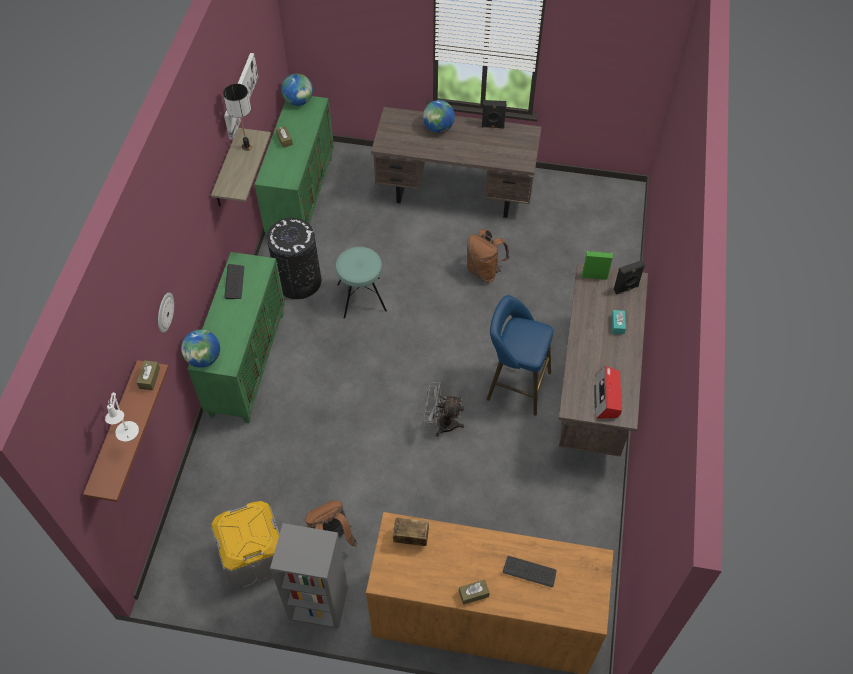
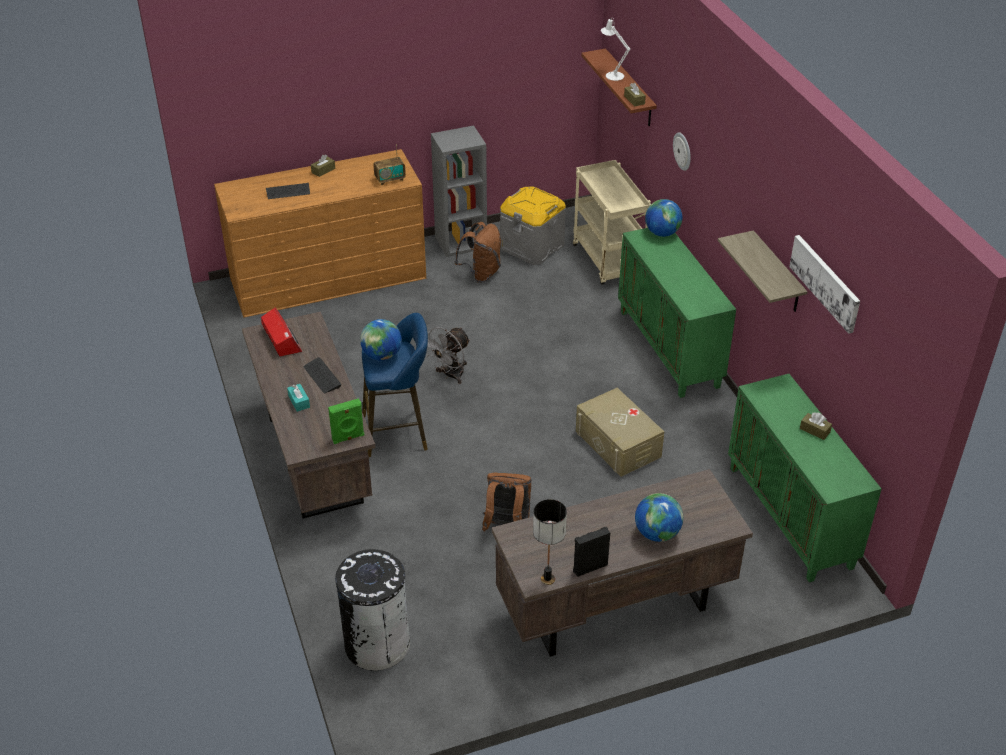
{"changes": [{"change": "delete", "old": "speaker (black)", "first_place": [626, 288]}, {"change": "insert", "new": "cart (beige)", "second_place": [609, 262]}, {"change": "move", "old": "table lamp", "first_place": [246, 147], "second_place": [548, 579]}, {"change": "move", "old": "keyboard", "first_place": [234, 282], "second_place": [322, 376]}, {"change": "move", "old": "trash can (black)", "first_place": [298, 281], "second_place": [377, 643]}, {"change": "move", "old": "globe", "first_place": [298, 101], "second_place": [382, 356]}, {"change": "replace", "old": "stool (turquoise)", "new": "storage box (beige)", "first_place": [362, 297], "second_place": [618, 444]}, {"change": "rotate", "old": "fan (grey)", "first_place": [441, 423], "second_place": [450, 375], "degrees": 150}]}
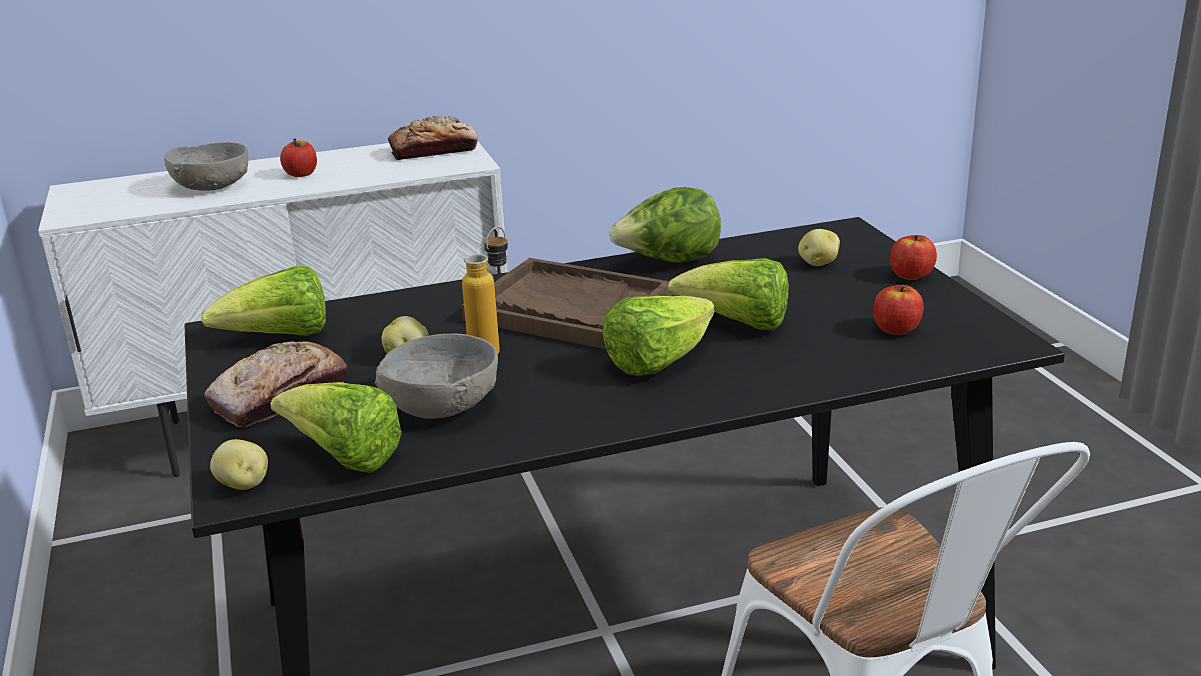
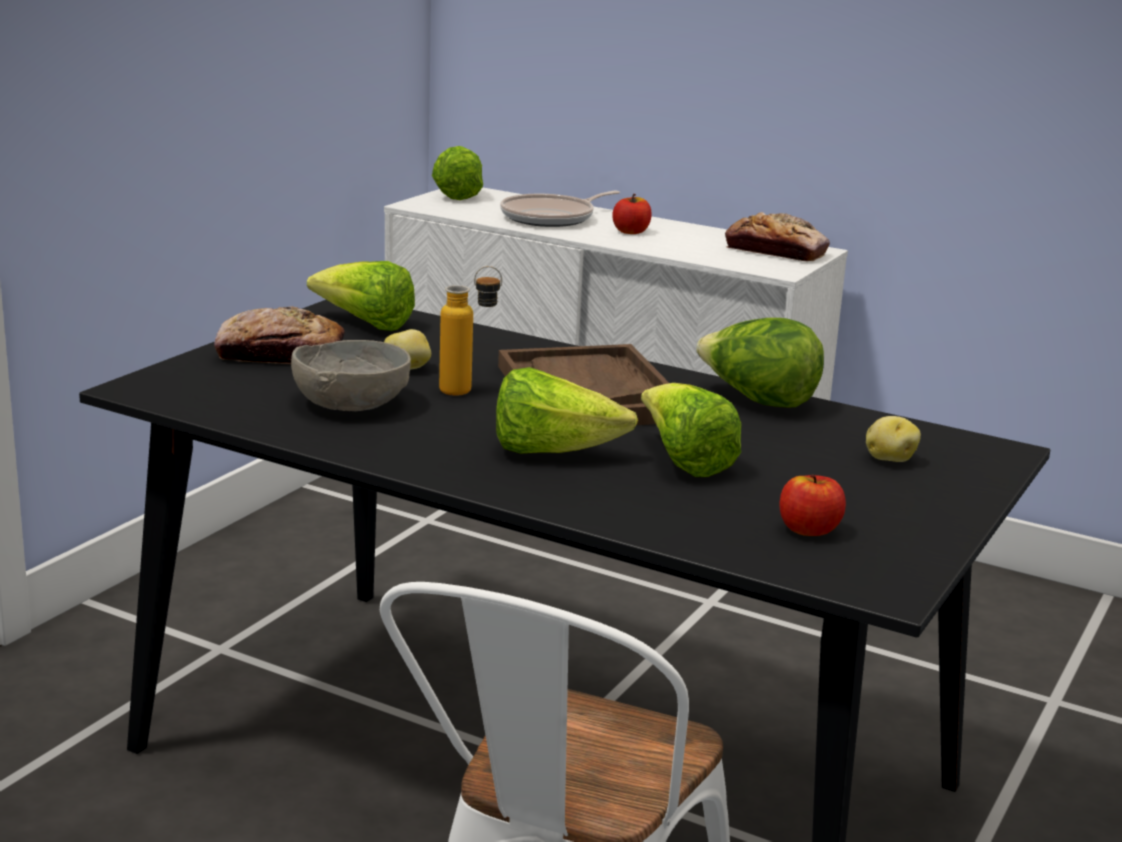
{"changes": [{"change": "delete", "old": "potato", "first_place": [243, 485]}, {"change": "delete", "old": "apple", "first_place": [911, 275]}, {"change": "move", "old": "lettuce", "first_place": [344, 458], "second_place": [455, 195]}, {"change": "replace", "old": "bowl (grey)", "new": "frying pan", "first_place": [212, 186], "second_place": [552, 218]}]}
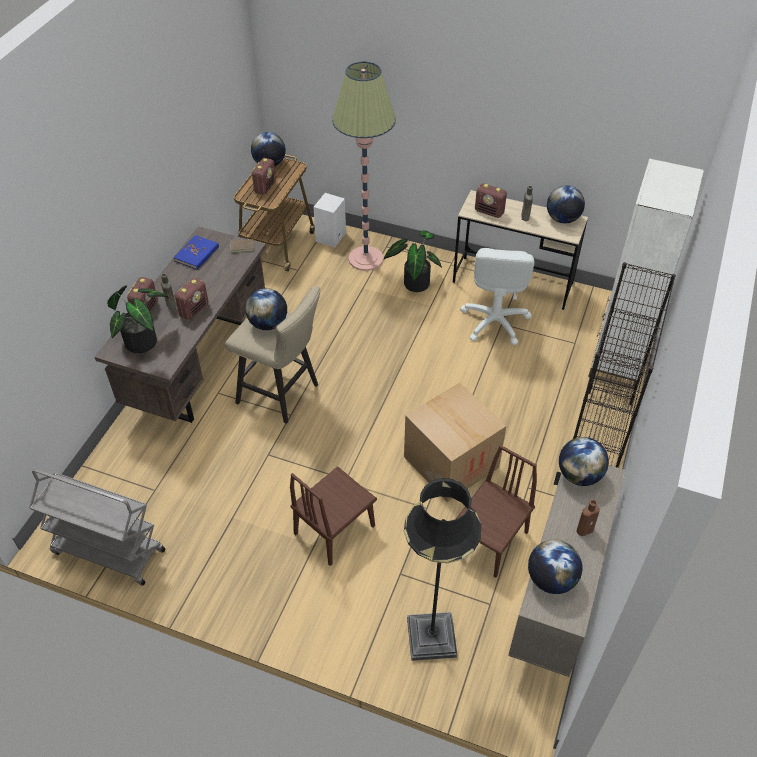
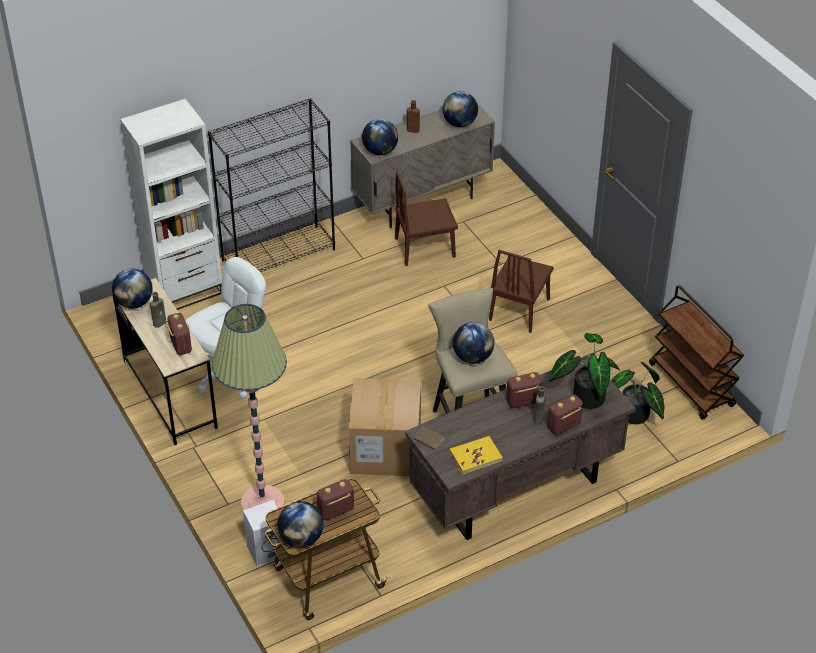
{"changes": [{"change": "delete", "old": "floor lamp (black)", "first_place": [431, 637]}, {"change": "move", "old": "potted plant", "first_place": [414, 282], "second_place": [634, 417]}, {"change": "move", "old": "cardboard box", "first_place": [451, 462], "second_place": [385, 449]}, {"change": "recolor", "old": "cart (grey)", "new": "cart (brown)", "first_place": [107, 551], "second_place": [692, 385]}, {"change": "recolor", "old": "book (blue)", "new": "book (yellow)", "first_place": [197, 254], "second_place": [475, 456]}, {"change": "rotate", "old": "chair (brown)", "first_place": [334, 529], "second_place": [519, 309], "degrees": 120}]}
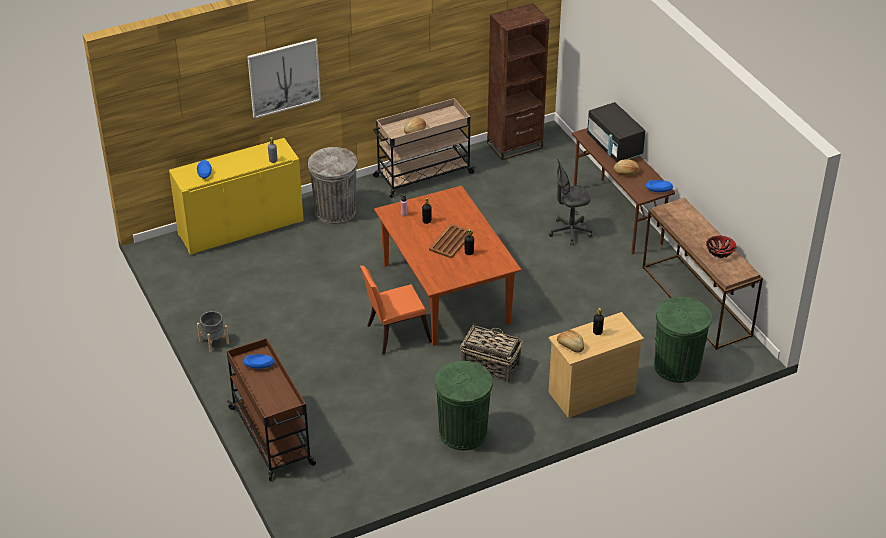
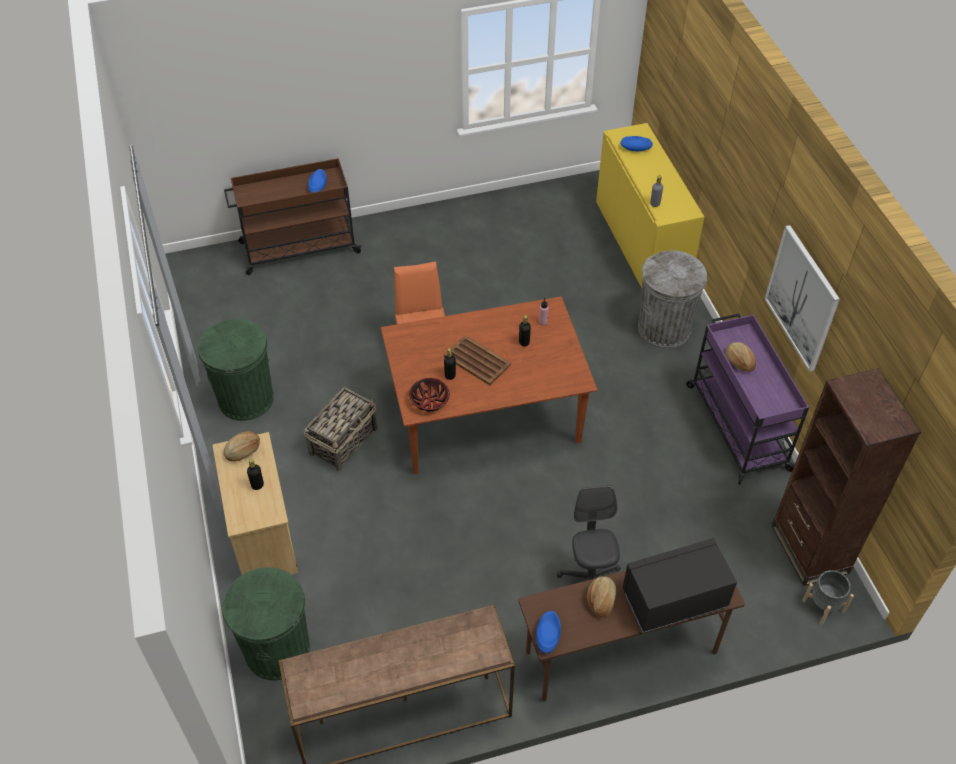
{"changes": [{"change": "move", "old": "planter (grey)", "first_place": [214, 342], "second_place": [823, 606]}, {"change": "move", "old": "picture", "first_place": [284, 77], "second_place": [802, 298]}, {"change": "move", "old": "bowl", "first_place": [720, 251], "second_place": [430, 401]}, {"change": "recolor", "old": "cart (beige)", "new": "cart (purple)", "first_place": [422, 175], "second_place": [737, 426]}]}
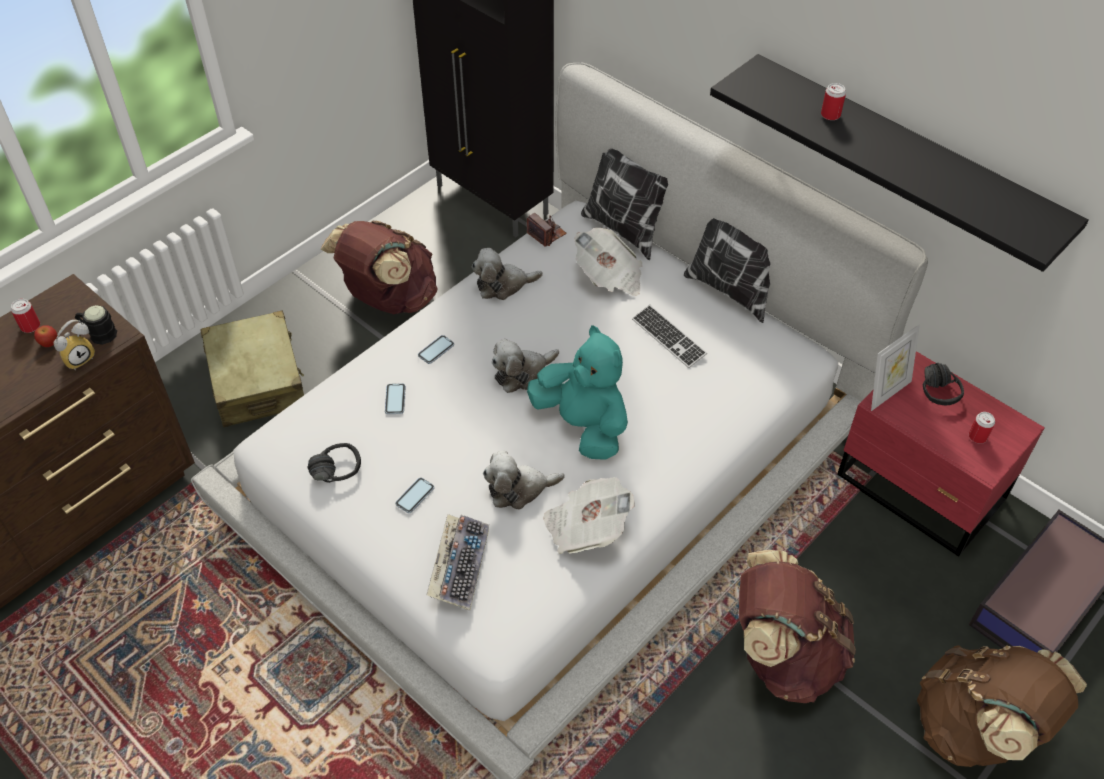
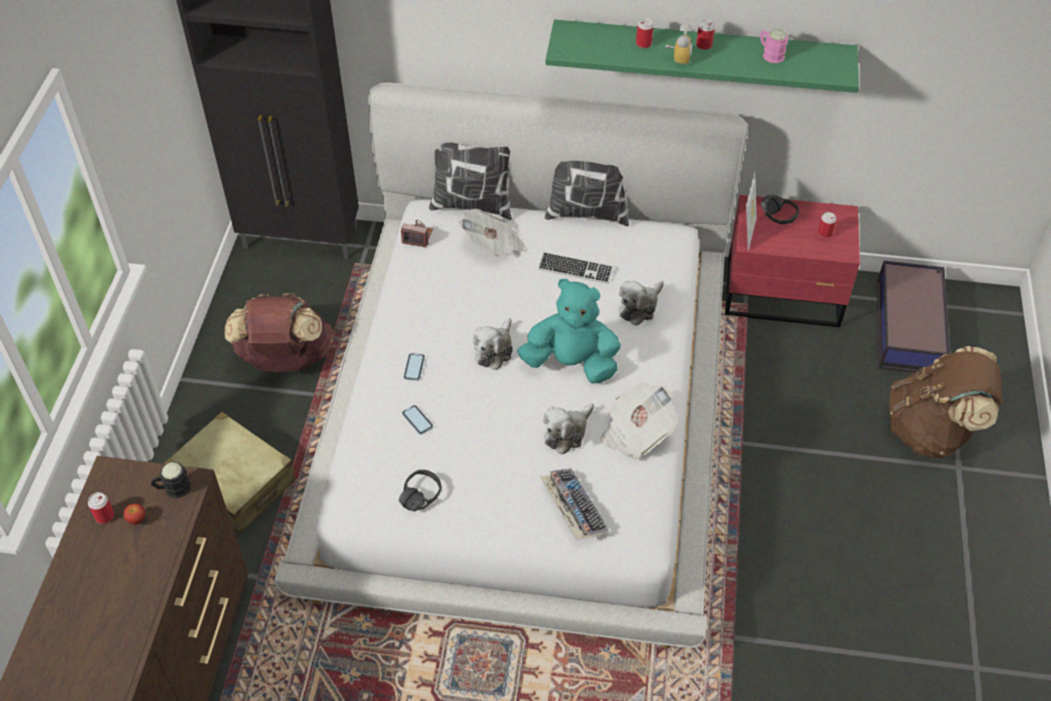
{"changes": [{"change": "delete", "old": "phone", "first_place": [415, 496]}, {"change": "delete", "old": "backpack (brown)", "first_place": [783, 655]}, {"change": "insert", "new": "can", "second_place": [704, 45]}, {"change": "insert", "new": "mug (pink)", "second_place": [770, 54]}, {"change": "move", "old": "alarm clock", "first_place": [79, 357], "second_place": [677, 58]}, {"change": "move", "old": "plush toy", "first_place": [503, 285], "second_place": [639, 307]}, {"change": "recolor", "old": "shelf (black)", "new": "shelf (green)", "first_place": [904, 156], "second_place": [701, 53]}]}
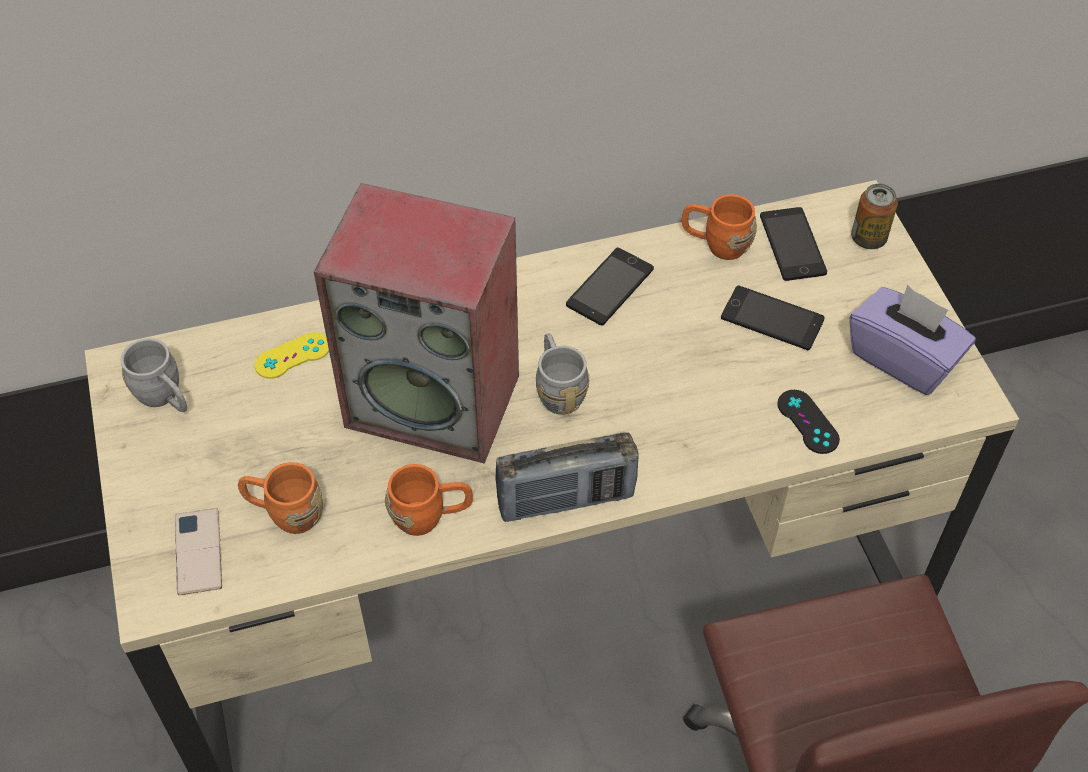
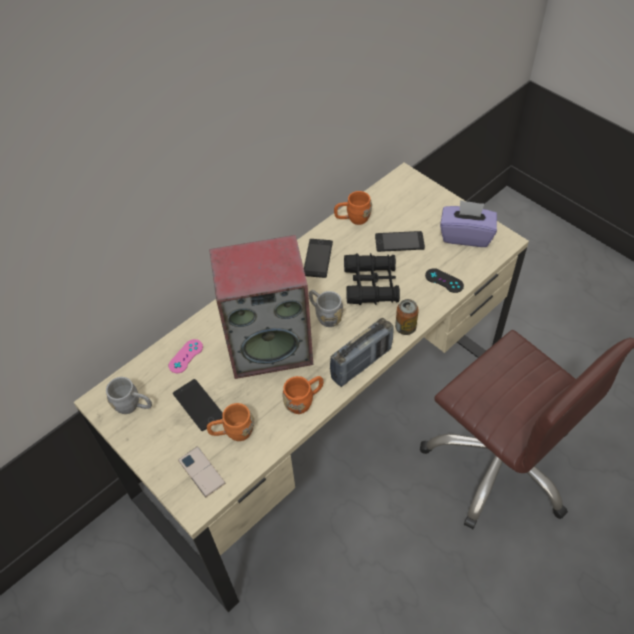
{"changes": [{"change": "insert", "new": "binoculars (black)", "second_place": [371, 284]}, {"change": "move", "old": "phone", "first_place": [792, 244], "second_place": [198, 405]}, {"change": "move", "old": "can", "first_place": [868, 238], "second_place": [405, 328]}, {"change": "recolor", "old": "game controller (yellow)", "new": "game controller (pink)", "first_place": [293, 356], "second_place": [186, 356]}]}
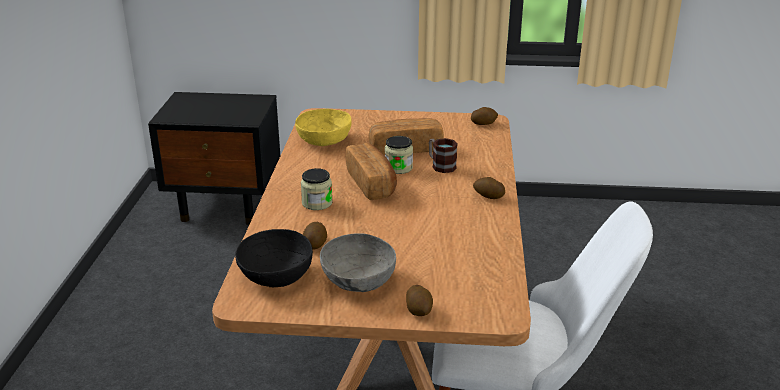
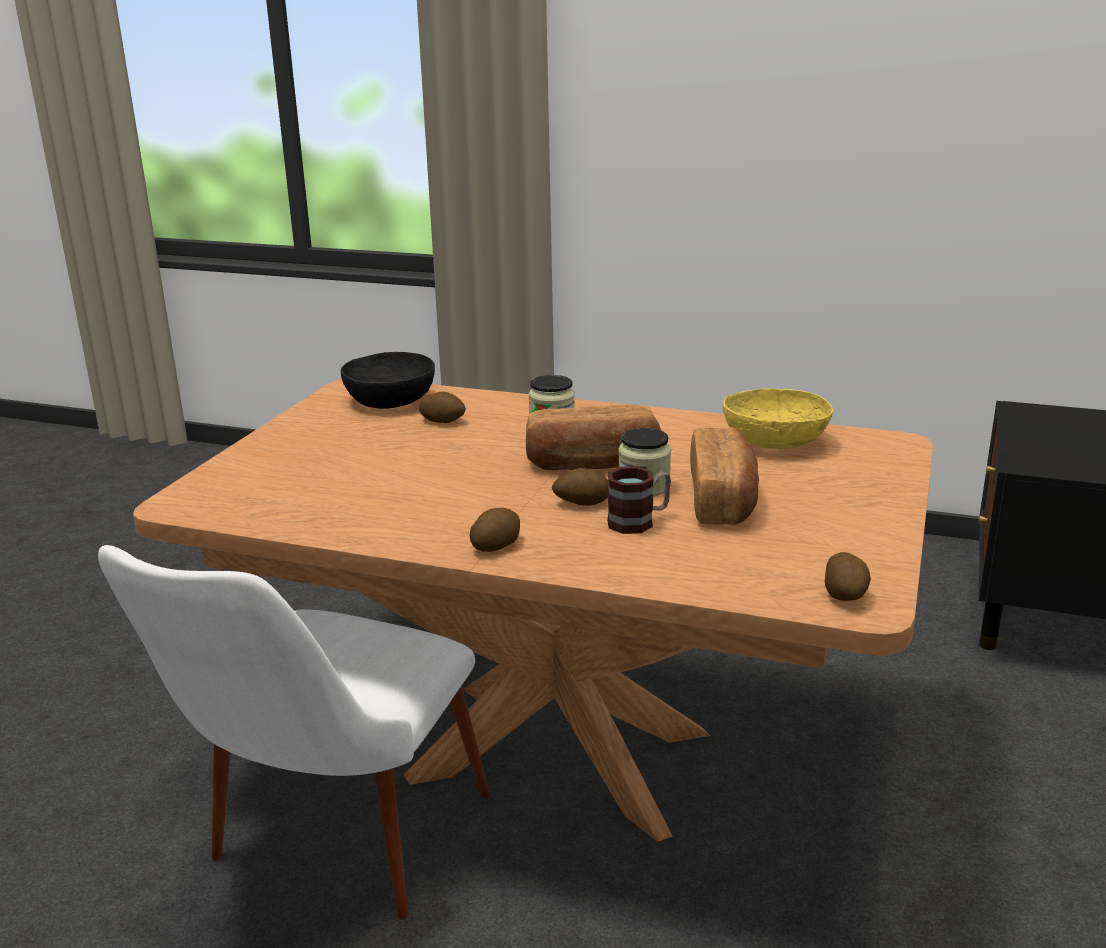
{"changes": [{"change": "delete", "old": "bowl (grey)", "first_place": [358, 280]}, {"change": "move", "old": "potato", "first_place": [419, 310], "second_place": [581, 503]}]}
